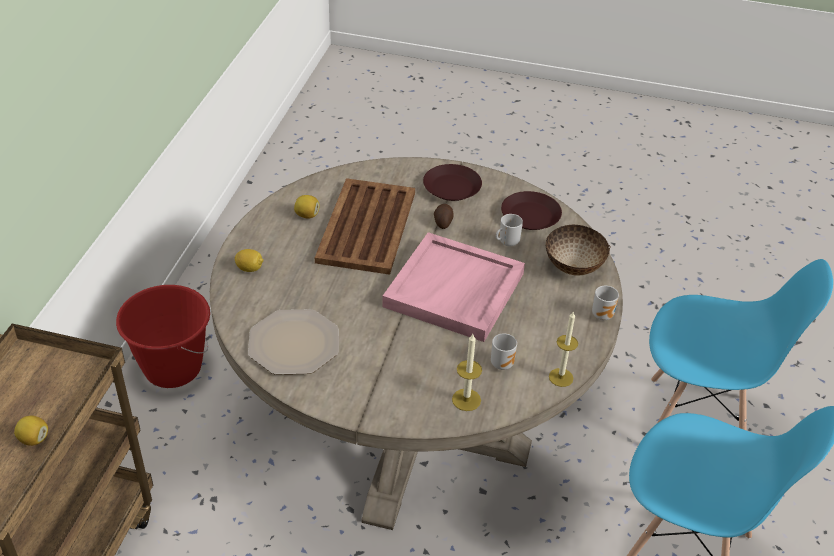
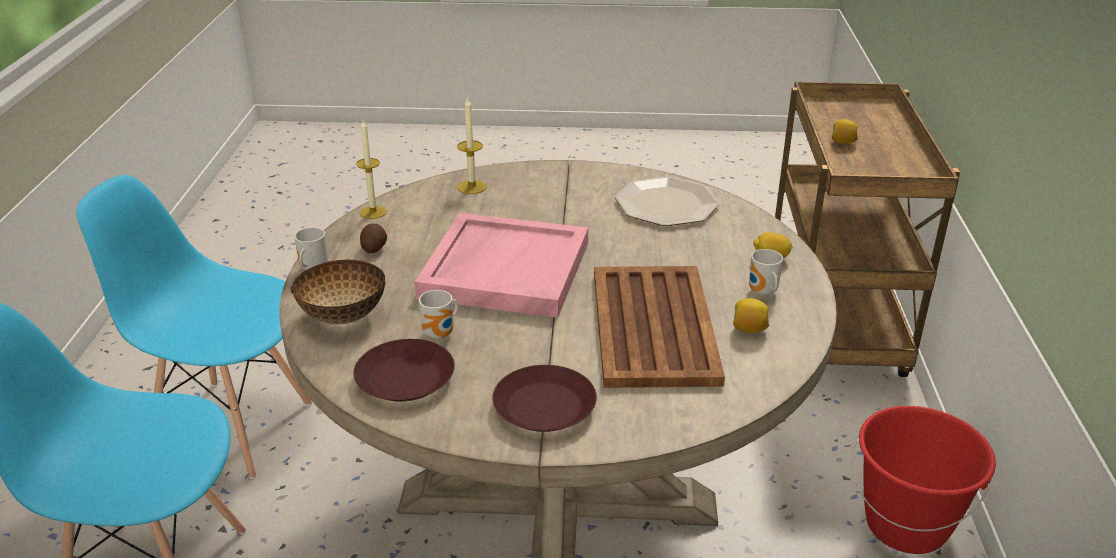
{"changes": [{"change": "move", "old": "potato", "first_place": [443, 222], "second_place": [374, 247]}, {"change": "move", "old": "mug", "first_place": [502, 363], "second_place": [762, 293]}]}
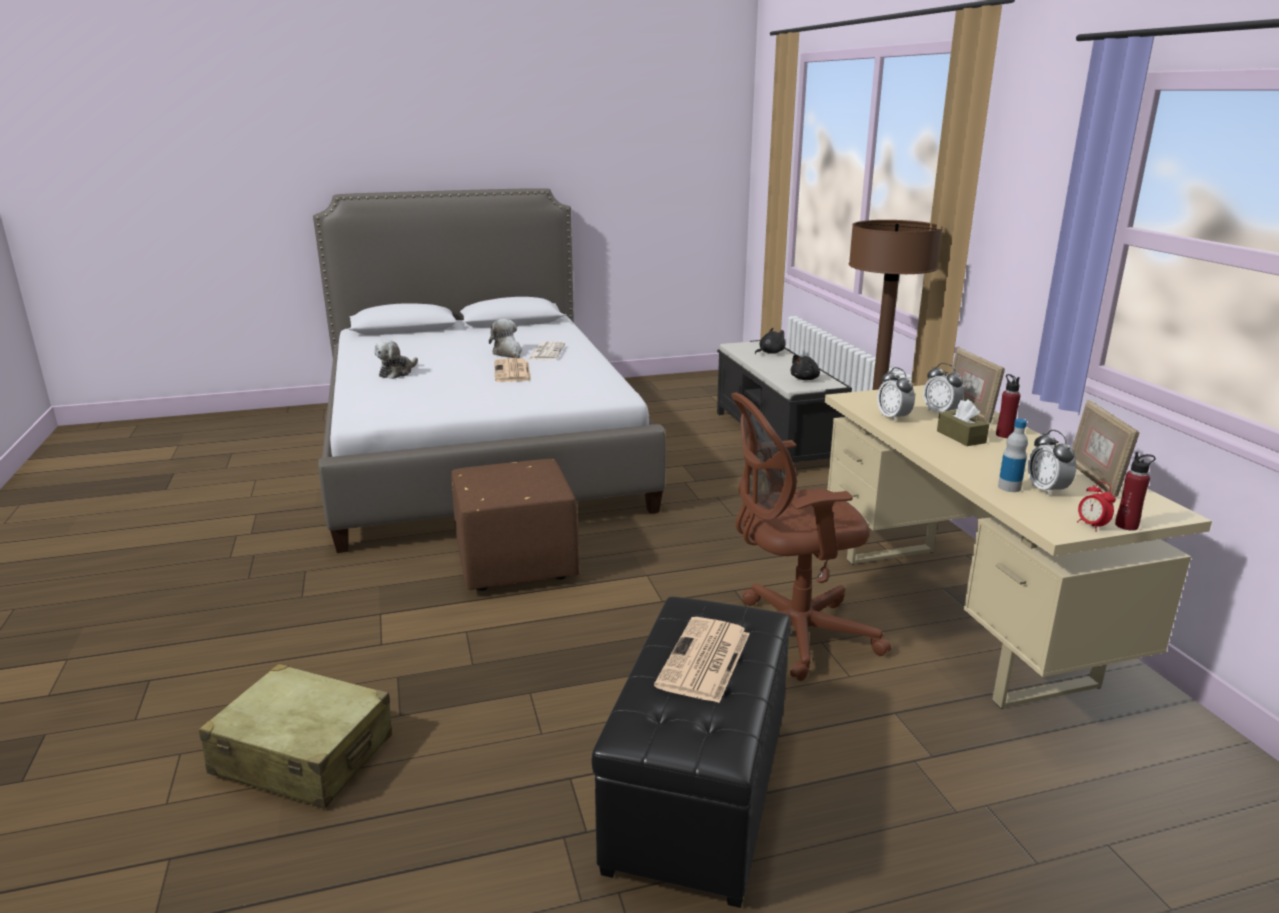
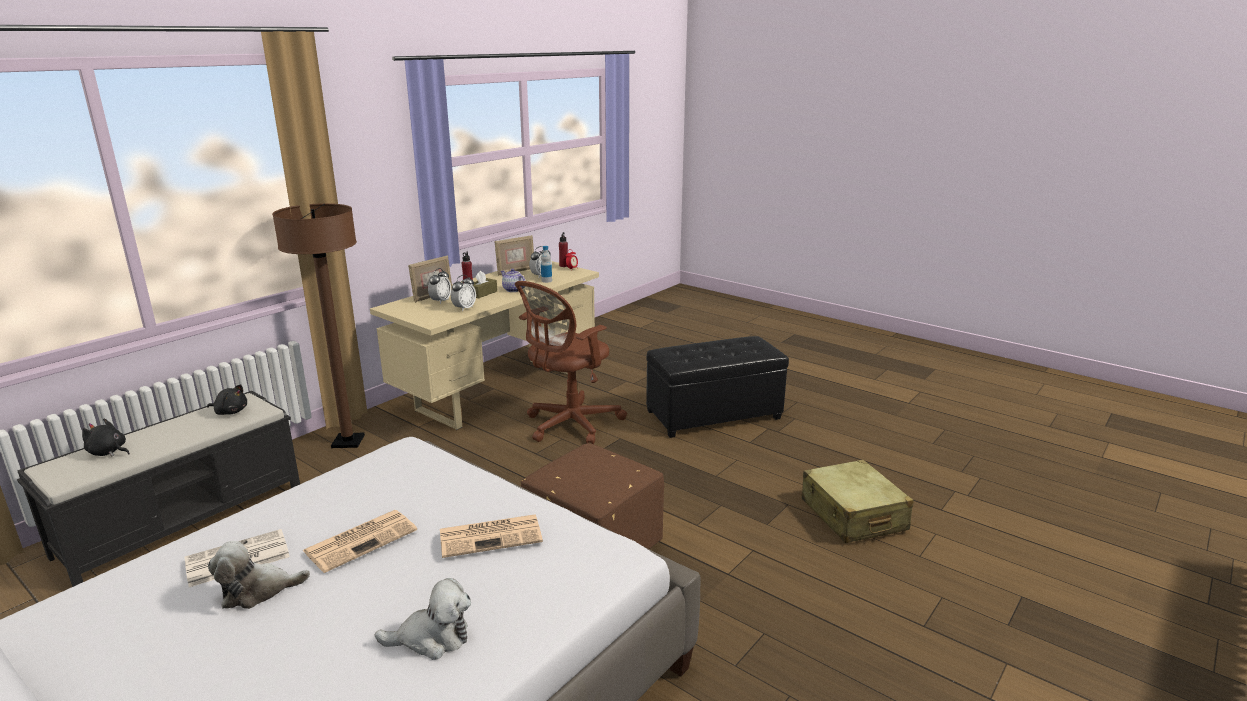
{"changes": [{"change": "insert", "new": "teapot", "second_place": [513, 290]}, {"change": "move", "old": "newspaper", "first_place": [704, 661], "second_place": [492, 536]}, {"change": "rotate", "old": "plush toy", "first_place": [508, 353], "second_place": [257, 591], "degrees": 45}, {"change": "rotate", "old": "office chair (brown)", "first_place": [791, 635], "second_place": [569, 425], "degrees": 90}]}
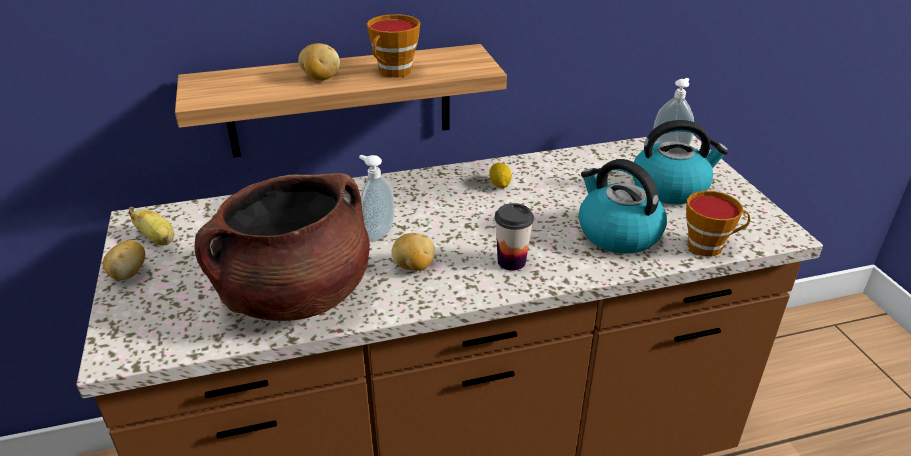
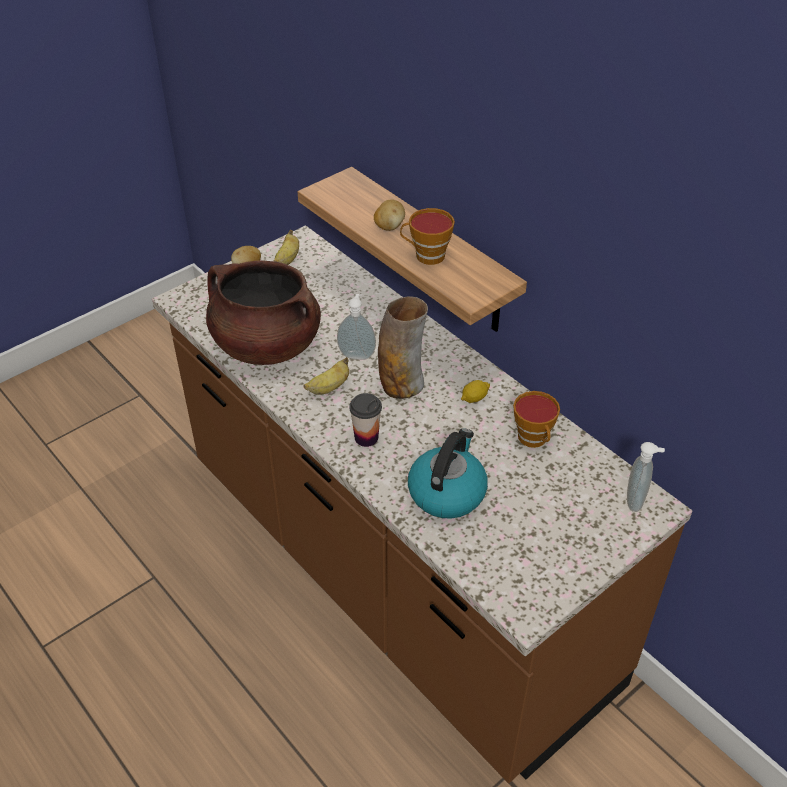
{"changes": [{"change": "delete", "old": "kettle", "first_place": [670, 188]}, {"change": "insert", "new": "vase", "second_place": [402, 383]}, {"change": "move", "old": "cup", "first_place": [709, 246], "second_place": [534, 439]}, {"change": "replace", "old": "potato", "new": "banana", "first_place": [413, 266], "second_place": [329, 388]}]}
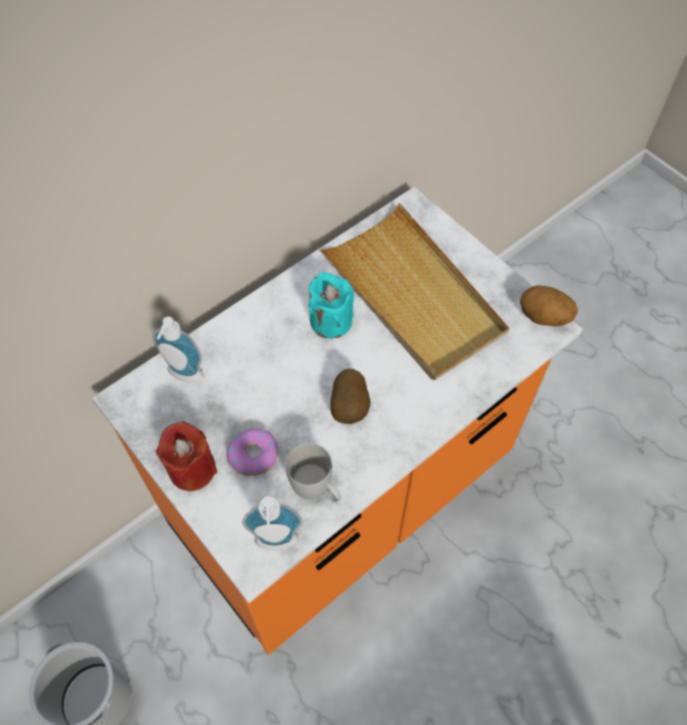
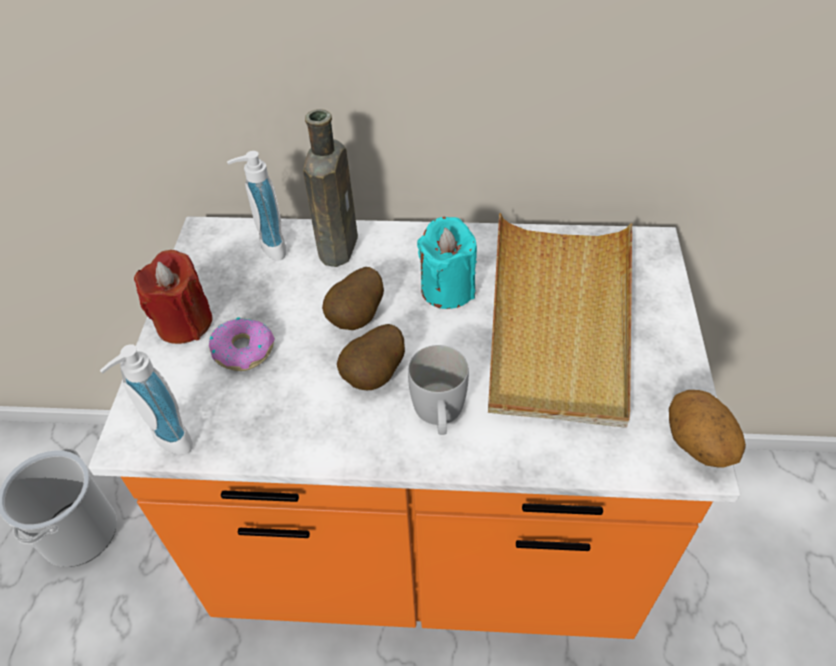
{"changes": [{"change": "insert", "new": "bottle (brown)", "second_place": [339, 245]}, {"change": "insert", "new": "potato", "second_place": [357, 318]}, {"change": "move", "old": "mug (white)", "first_place": [316, 488], "second_place": [439, 415]}]}
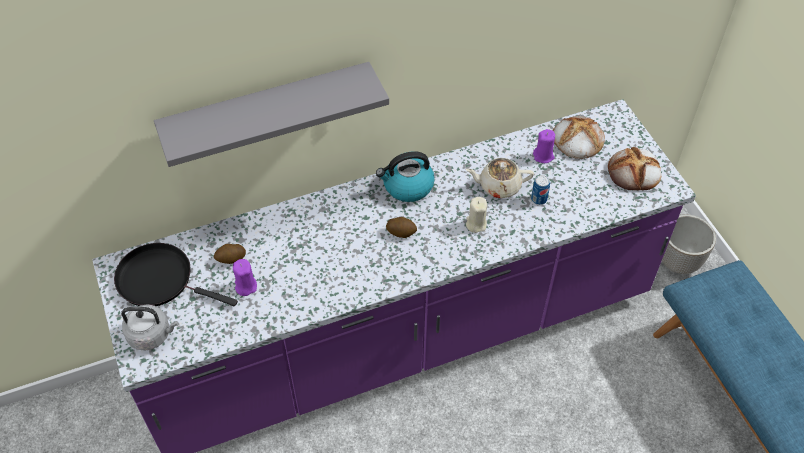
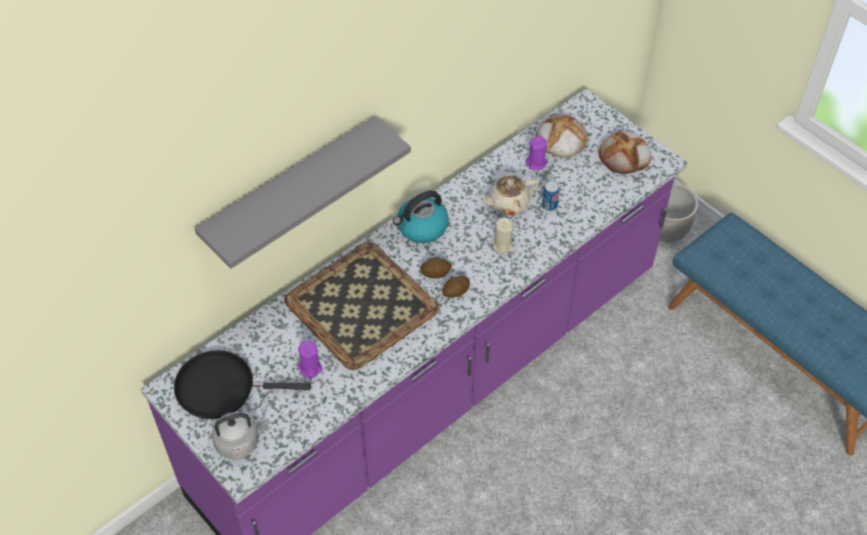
{"changes": [{"change": "insert", "new": "tray", "second_place": [363, 305]}, {"change": "move", "old": "potato", "first_place": [231, 259], "second_place": [455, 292]}]}
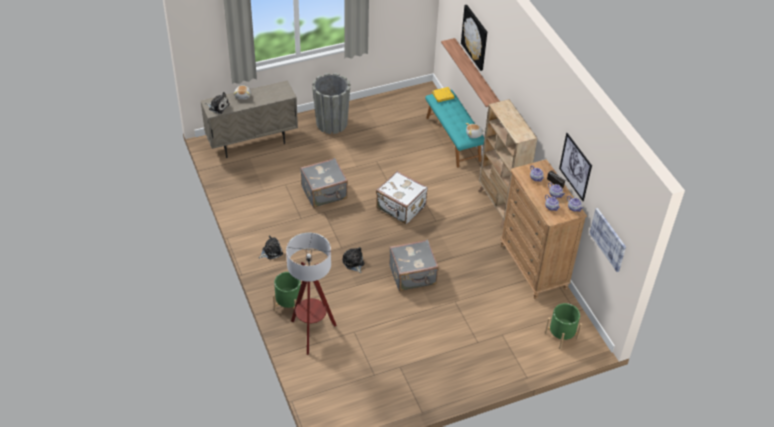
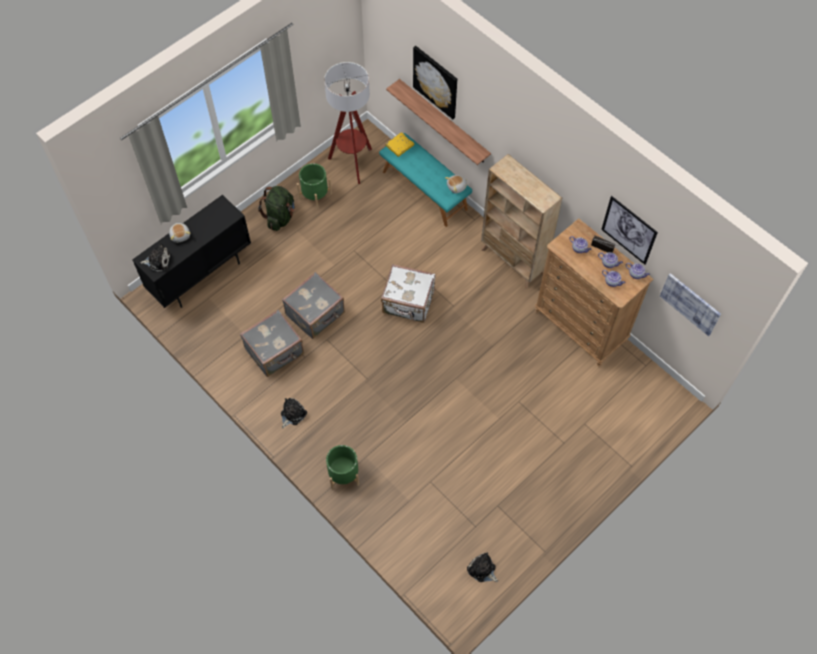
{"changes": [{"change": "move", "old": "floor lamp", "first_place": [311, 333], "second_place": [353, 163]}, {"change": "move", "old": "plush toy", "first_place": [353, 263], "second_place": [482, 570]}, {"change": "move", "old": "suitcase (grey)", "first_place": [413, 276], "second_place": [275, 352]}, {"change": "move", "old": "planter (green)", "first_place": [561, 335], "second_place": [315, 195]}, {"change": "replace", "old": "planter (grey)", "new": "backpack (green)", "first_place": [331, 123], "second_place": [280, 217]}, {"change": "recolor", "old": "cabinet (beige)", "new": "cabinet (black)", "first_place": [252, 143], "second_place": [201, 276]}]}
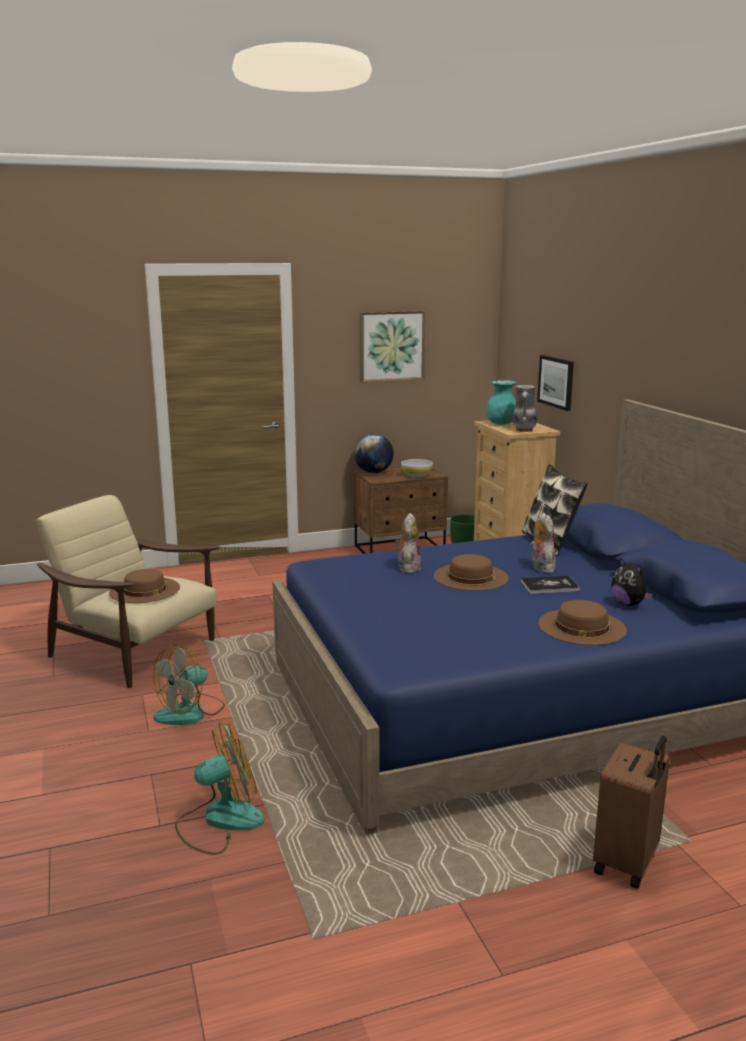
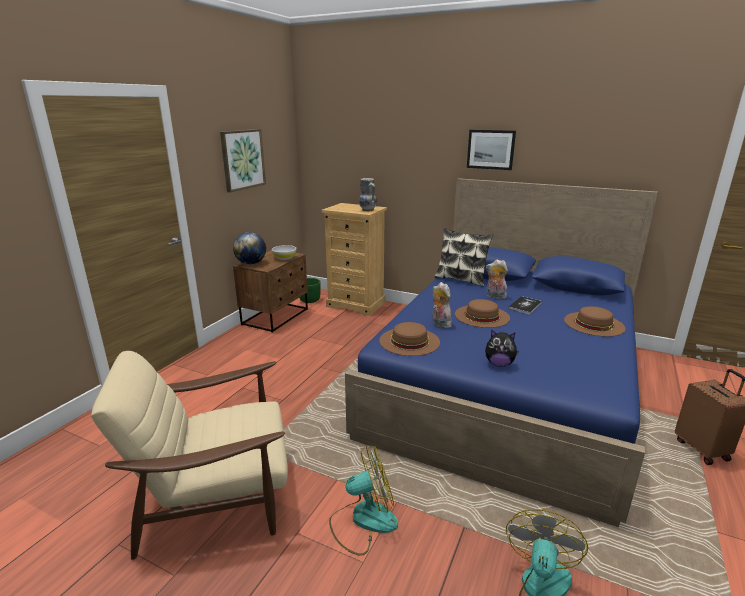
{"changes": [{"change": "delete", "old": "vase (turquoise)", "first_place": [501, 424]}, {"change": "move", "old": "hat (brown)", "first_place": [145, 590], "second_place": [409, 341]}, {"change": "move", "old": "picture", "first_place": [556, 382], "second_place": [490, 149]}, {"change": "move", "old": "plush toy", "first_place": [628, 604], "second_place": [499, 364]}, {"change": "rotate", "old": "fan", "first_place": [190, 712], "second_place": [363, 520], "degrees": -105}]}
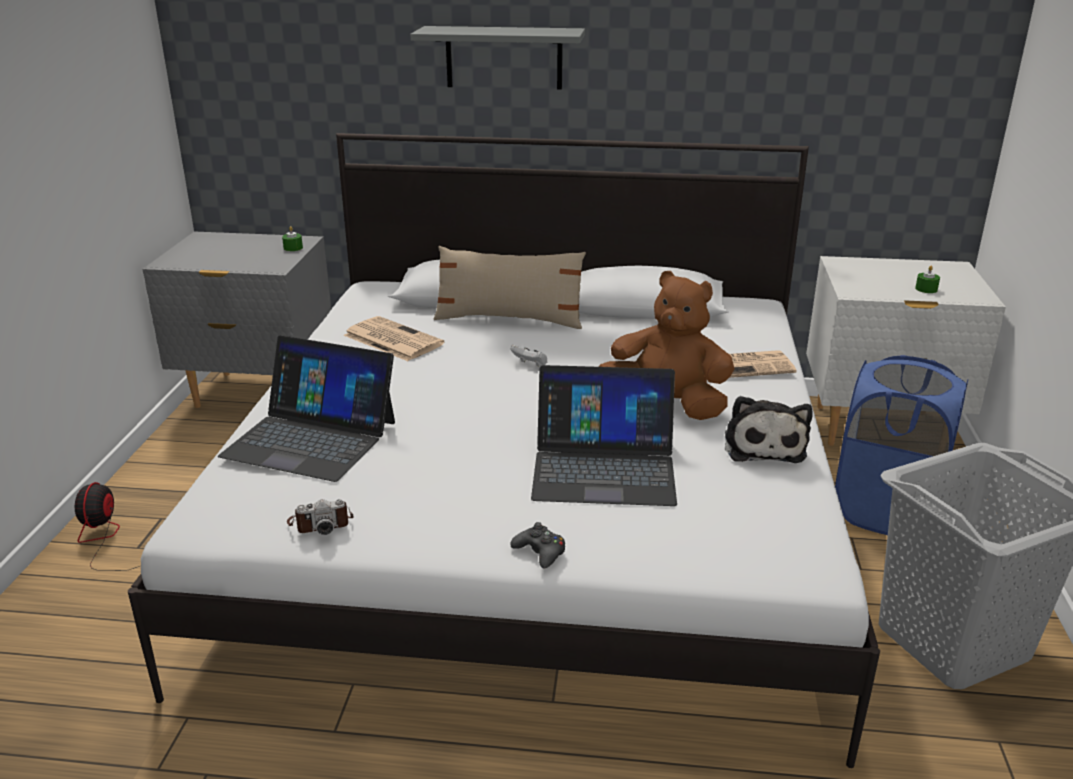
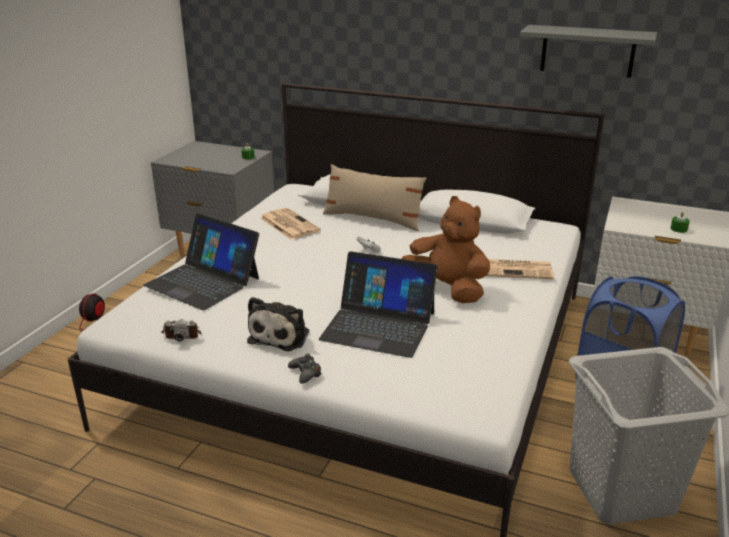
{"changes": [{"change": "move", "old": "shelf (grey)", "first_place": [504, 57], "second_place": [587, 51]}, {"change": "move", "old": "plush toy", "first_place": [763, 445], "second_place": [281, 335]}]}
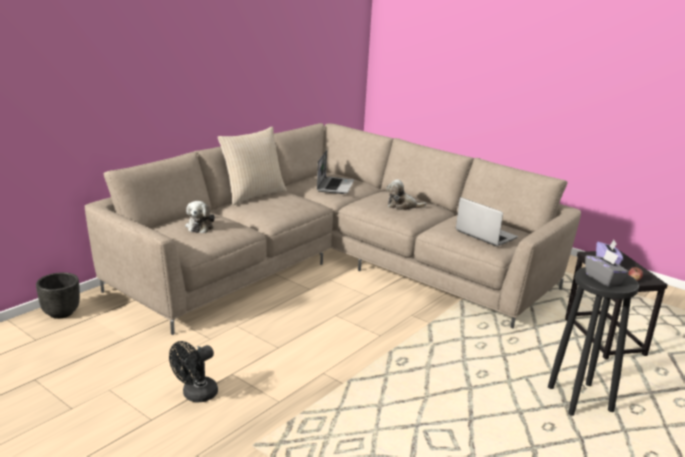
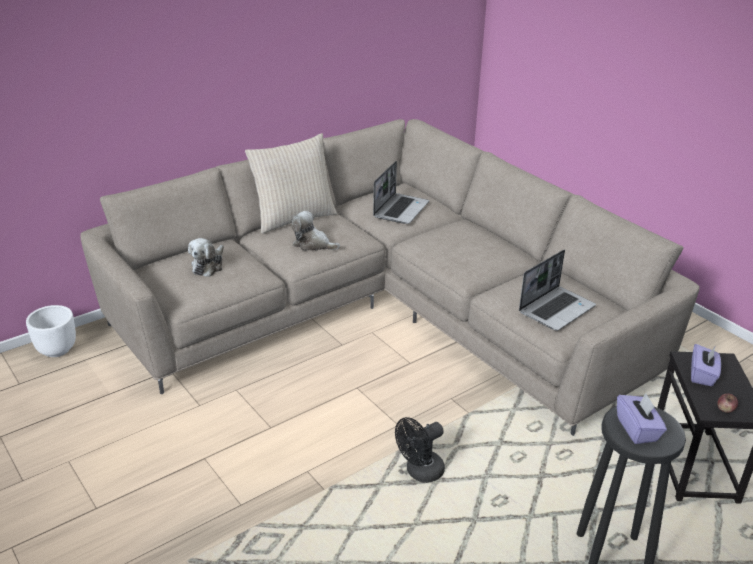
{"changes": [{"change": "move", "old": "fan (black)", "first_place": [195, 395], "second_place": [420, 473]}, {"change": "move", "old": "plush toy", "first_place": [402, 206], "second_place": [313, 244]}, {"change": "recolor", "old": "planter (black)", "new": "planter (white)", "first_place": [61, 312], "second_place": [57, 349]}, {"change": "recolor", "old": "tissue box (grey)", "new": "tissue box (purple)", "first_place": [603, 279], "second_place": [637, 429]}, {"change": "rotate", "old": "laptop", "first_place": [485, 235], "second_place": [556, 309], "degrees": 75}]}
